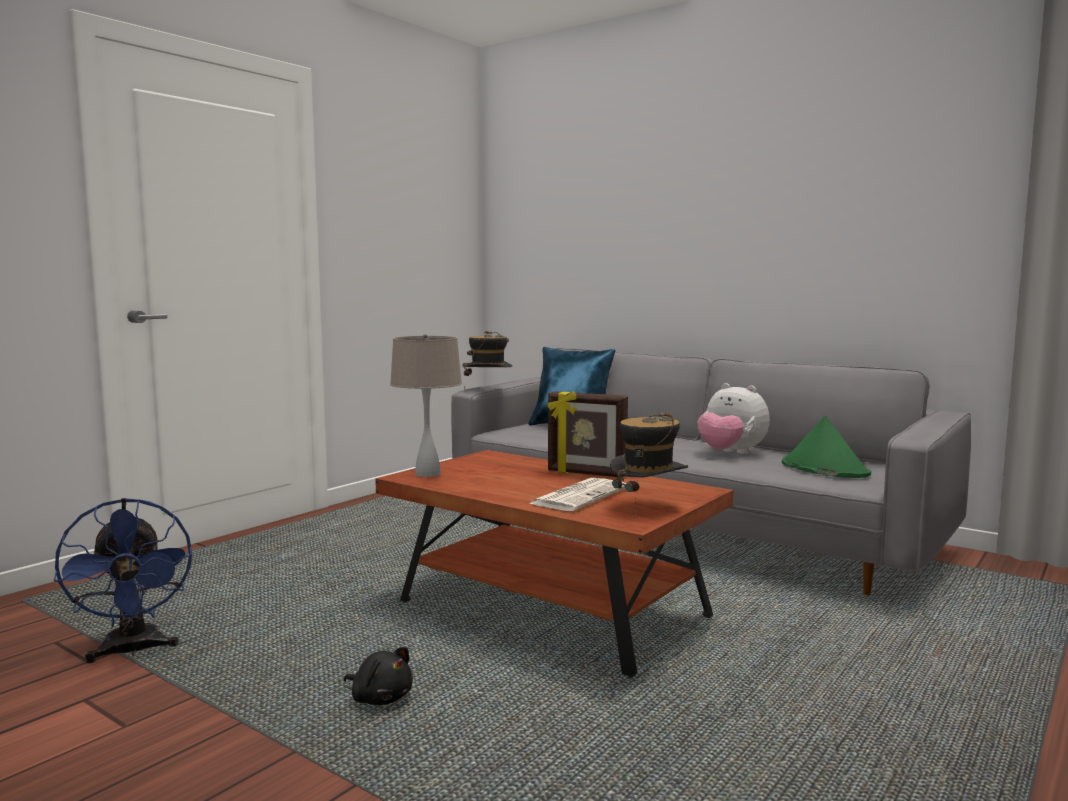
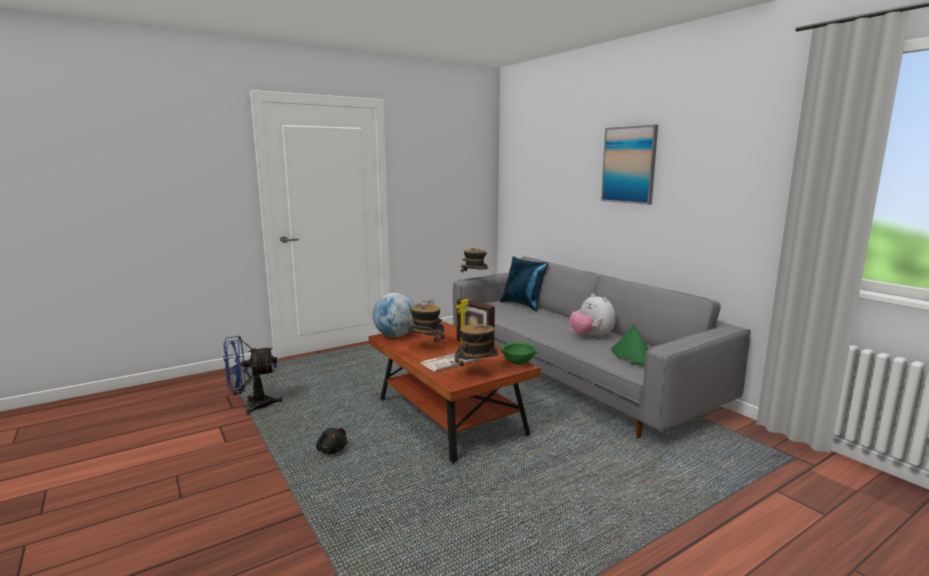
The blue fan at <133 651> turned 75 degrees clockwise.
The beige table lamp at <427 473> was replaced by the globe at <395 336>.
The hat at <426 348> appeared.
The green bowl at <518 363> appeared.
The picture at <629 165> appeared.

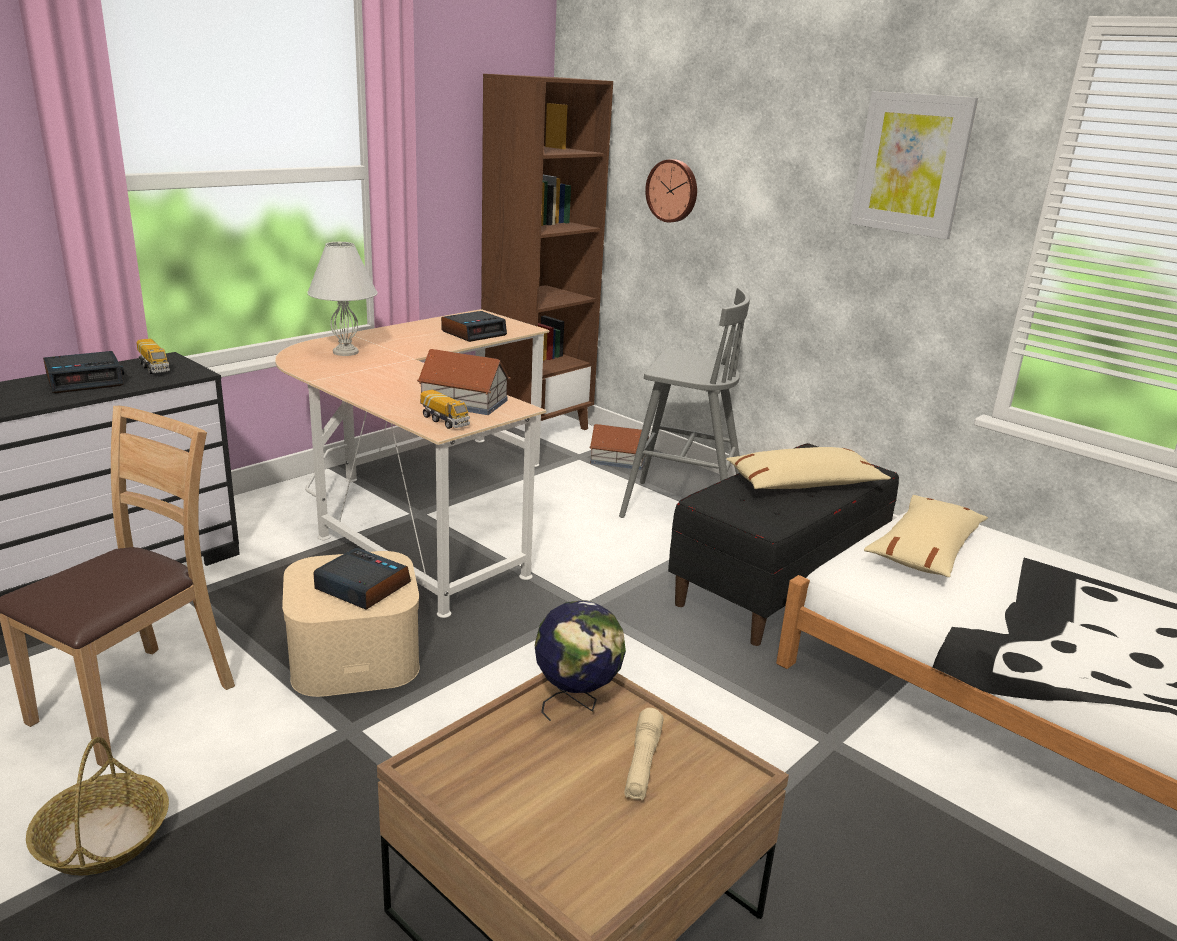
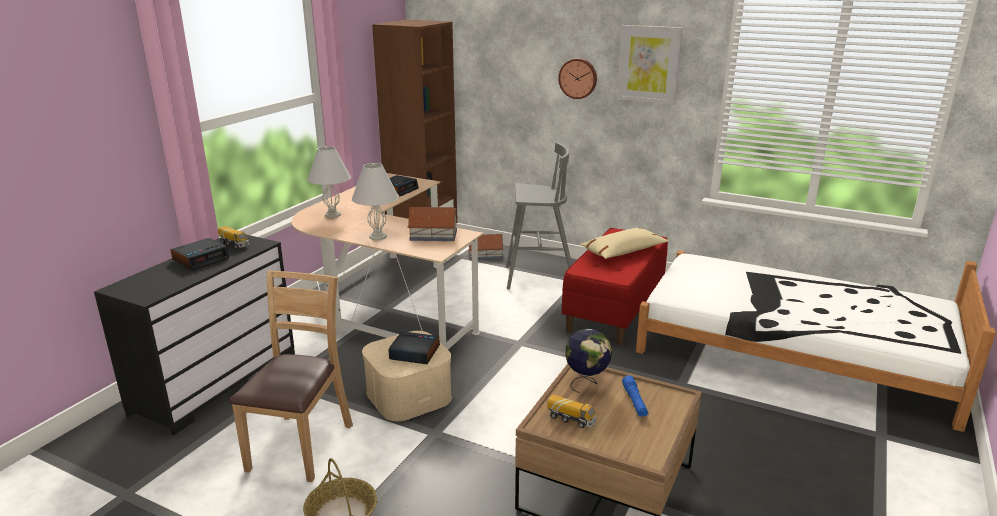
The white table lamp at <377 237> appeared.
The toy truck moved from <445 421> to <571 419>.
The wall clock moved from <673 191> to <578 78>.
The black bench at <778 585> became the red bench at <615 311>.
The beige flashlight at <642 763> became the blue flashlight at <634 401>.
The beige pillow at <925 549> disappeared.

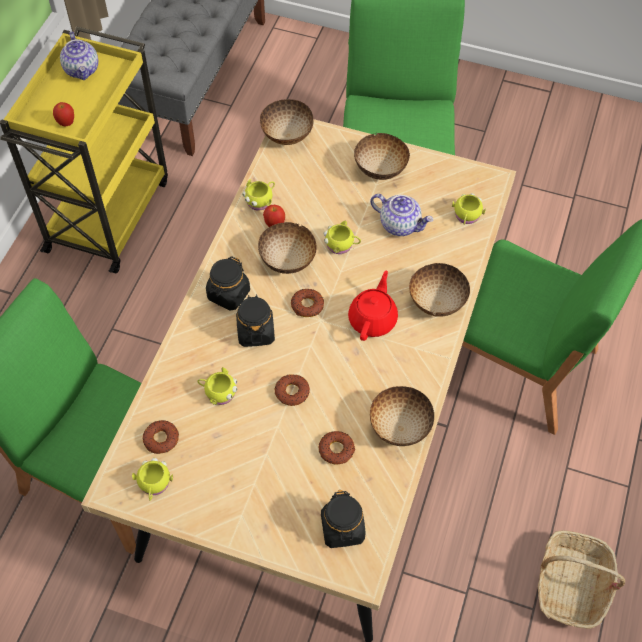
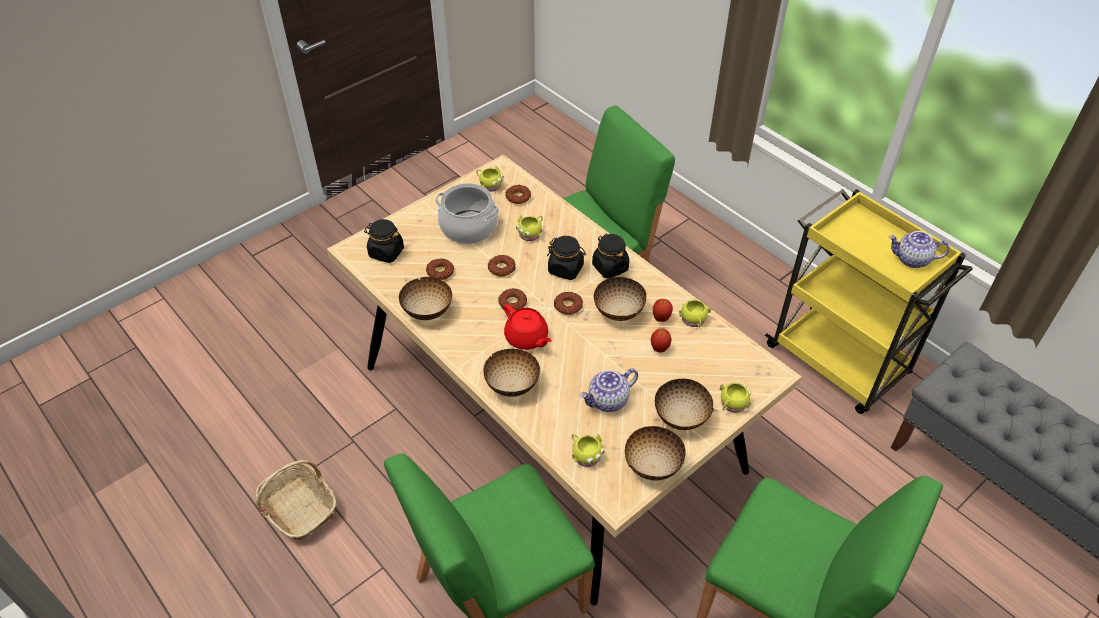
The cooking pot at <469 227> appeared.
The donut at <512 303> appeared.
The bowl moved from <286 136> to <652 465>.
The apple moved from <66 123> to <659 349>.
The yellow mug moved from <341 245> to <732 404>.

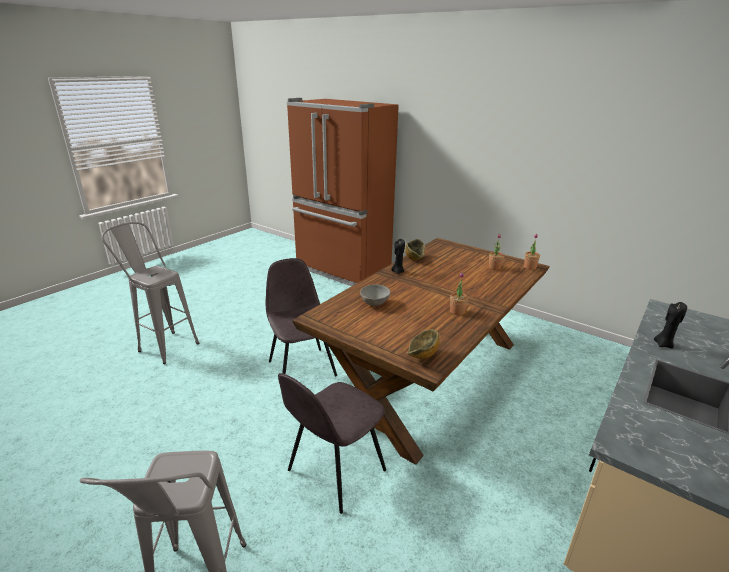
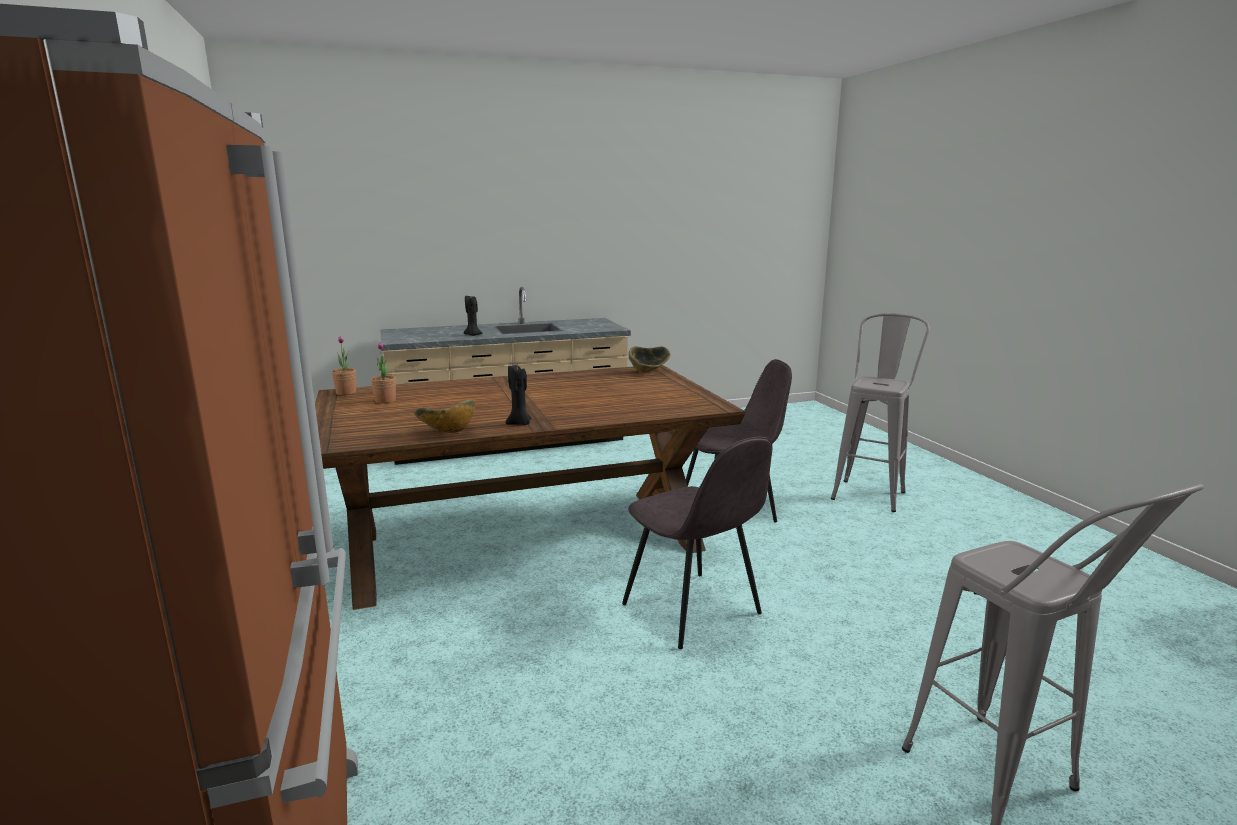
The grey chair at <301 367> turned 45 degrees counterclockwise.
The grey bowl at <375 303> disappeared.
The potted plant at <457 312> disappeared.

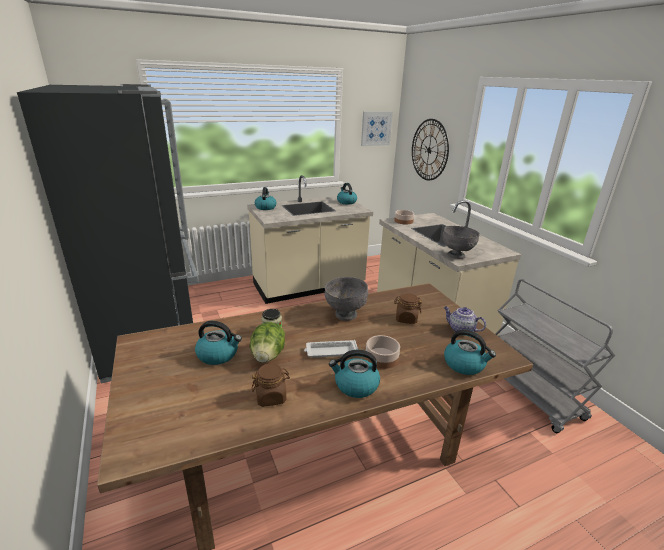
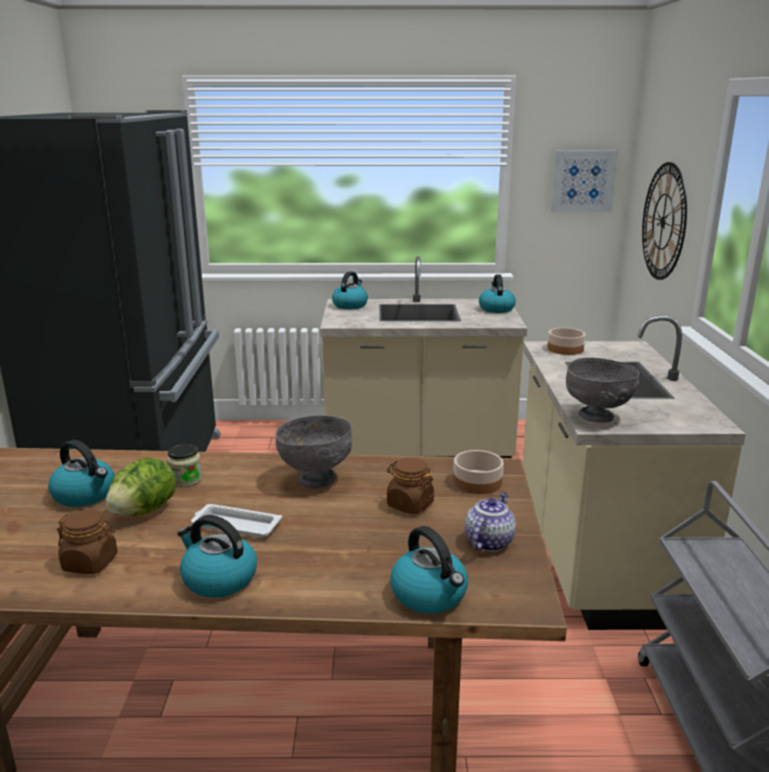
The bowl moved from <382 357> to <478 482>.
The teapot at <460 329> turned 60 degrees clockwise.

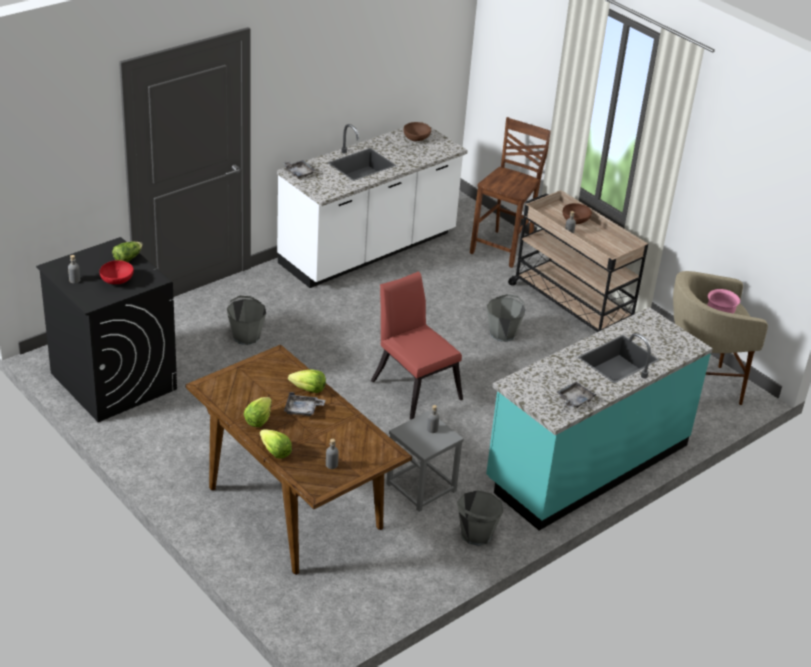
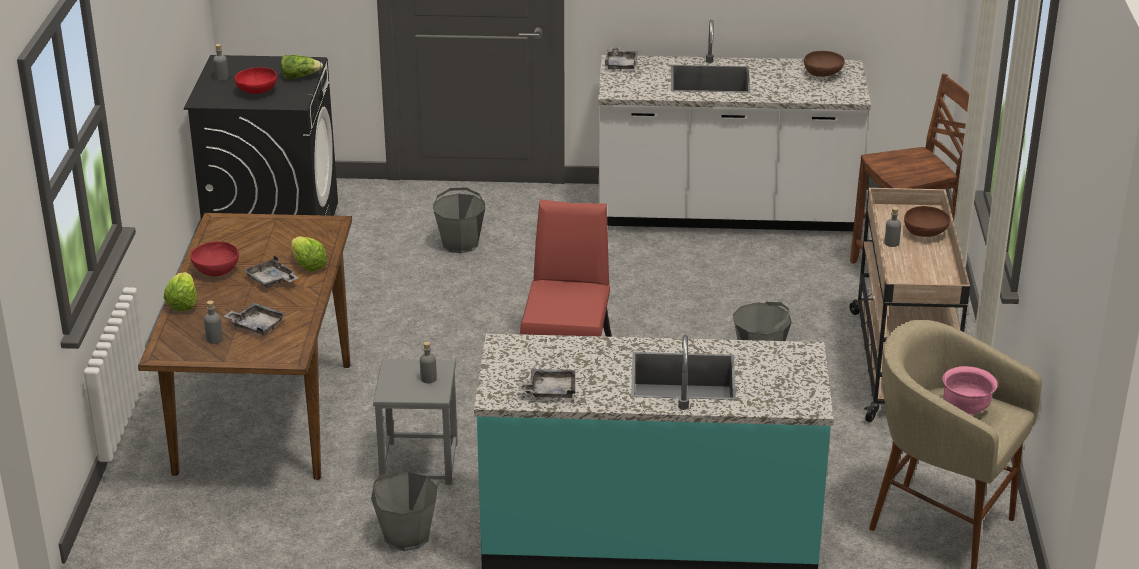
The lettuce at <258 420> was replaced by the red bowl at <216 270>.
The grey tray at <256 325> appeared.

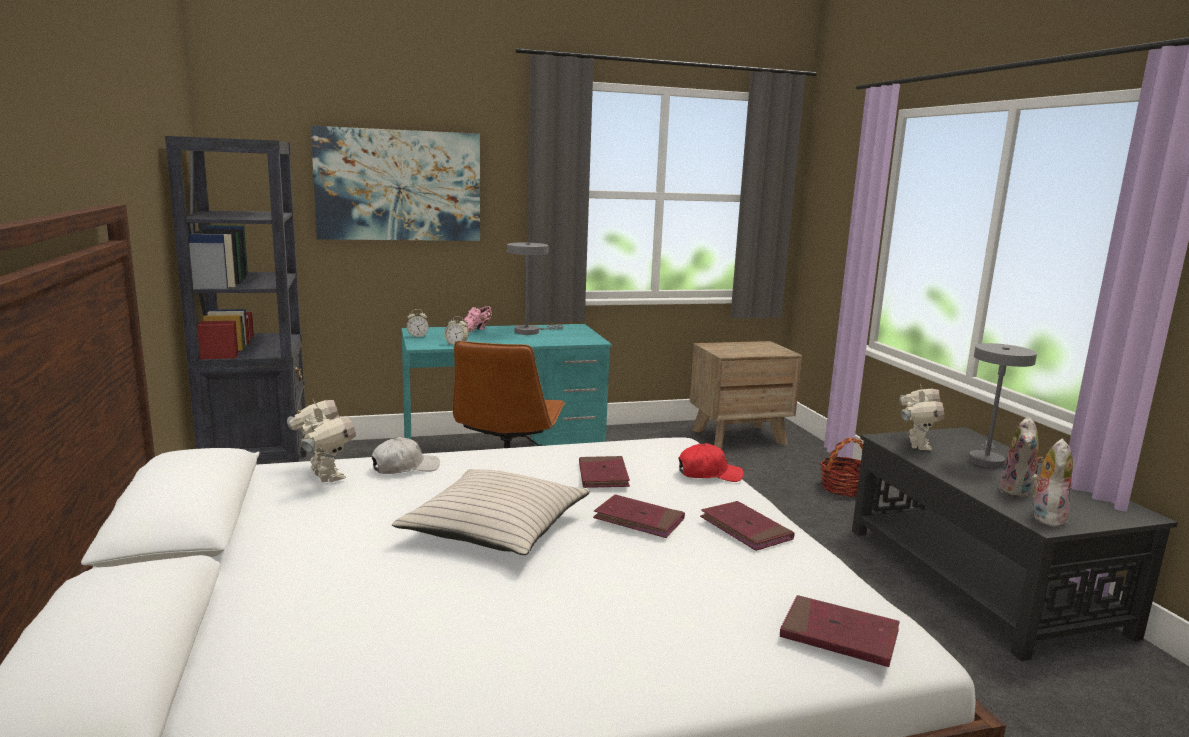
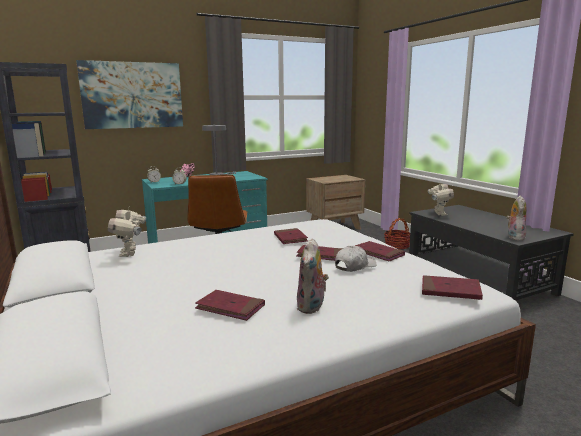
The toy robot at <324 476> turned 150 degrees counterclockwise.
The red book at <230 308> appeared.
The plush toy moved from <1017 492> to <312 307>.
The white cap moved from <405 468> to <354 266>.
The beige pillow at <495 527> disappeared.
The red cap at <709 474> disappeared.
The grey table lamp at <985 460> disappeared.

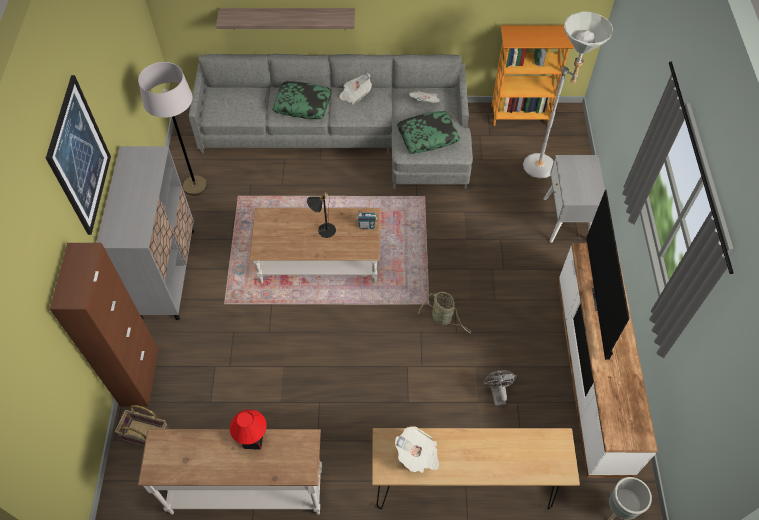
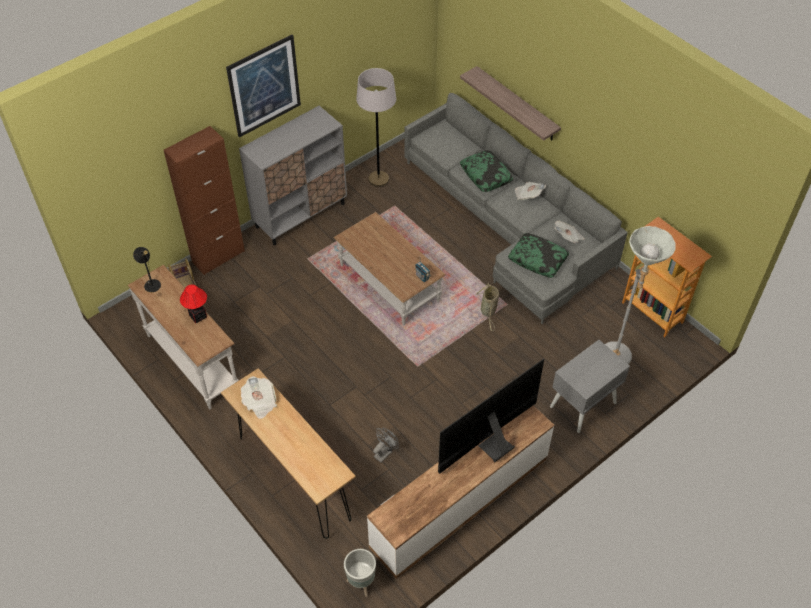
The black table lamp moved from <323 229> to <151 283>.
The basket moved from <443 318> to <488 311>.

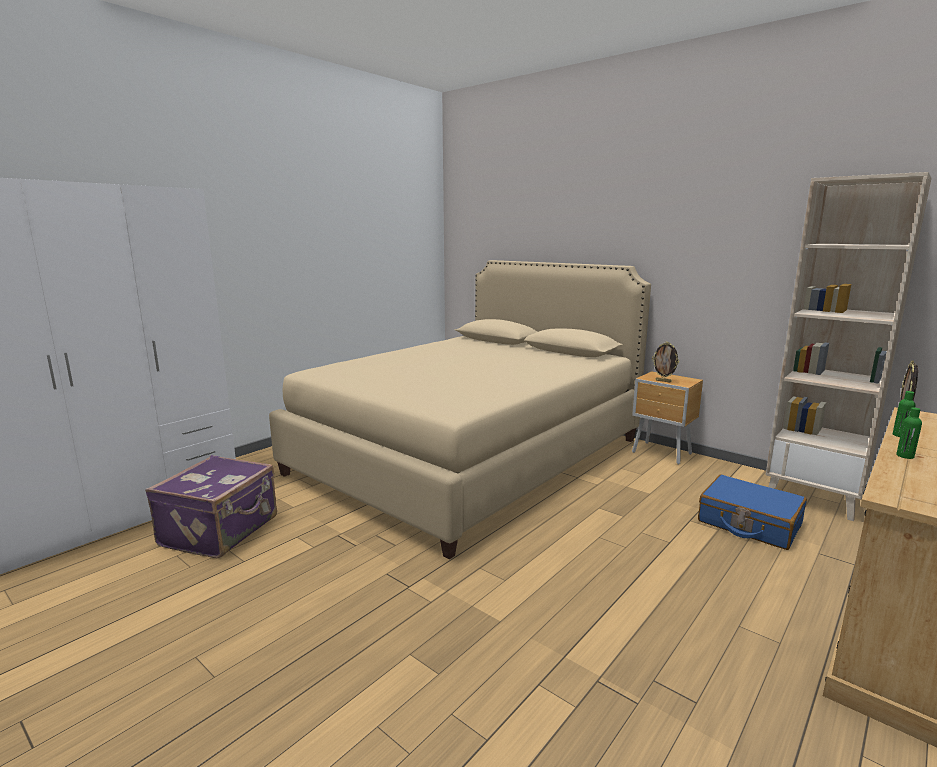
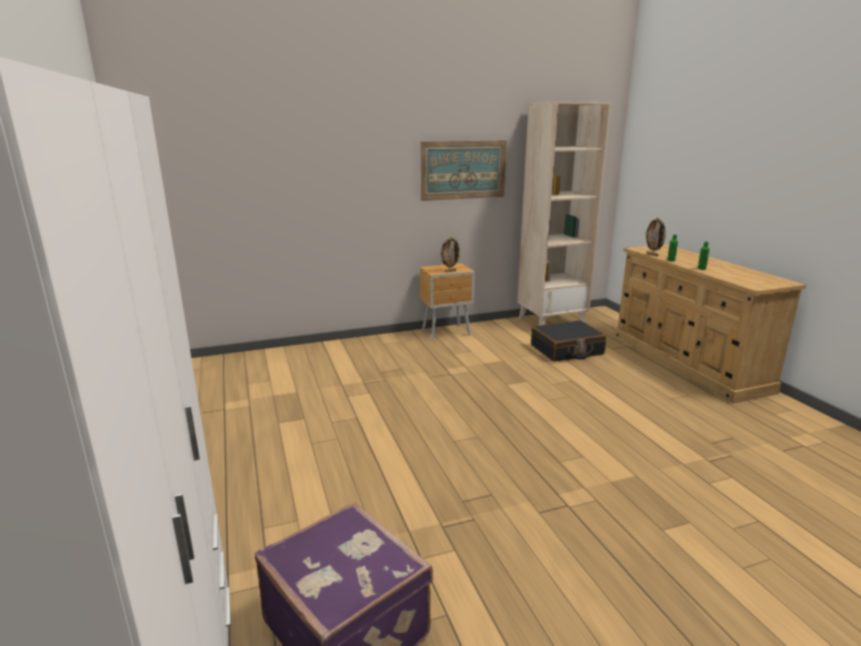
The picture at <463 170> appeared.
The blue suitcase at <749 523> became the black suitcase at <567 350>.
The beige bed at <470 456> disappeared.

